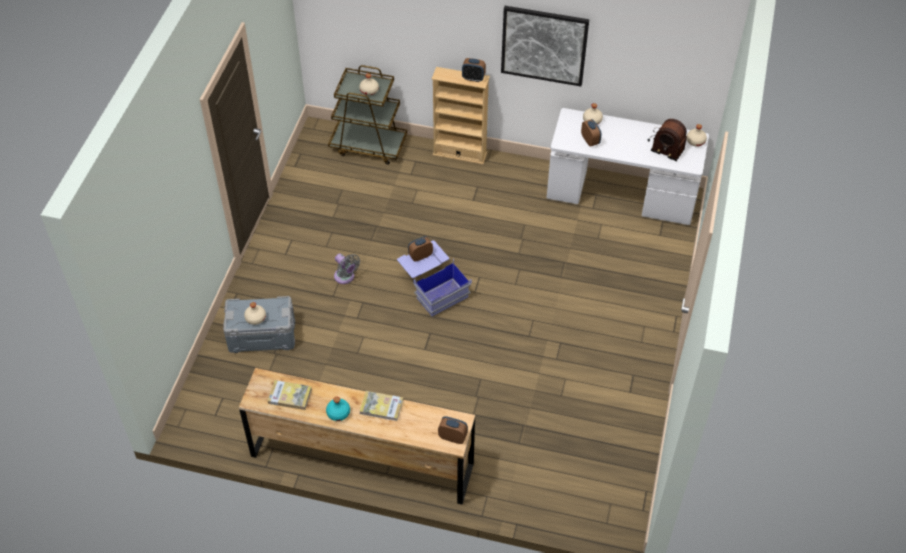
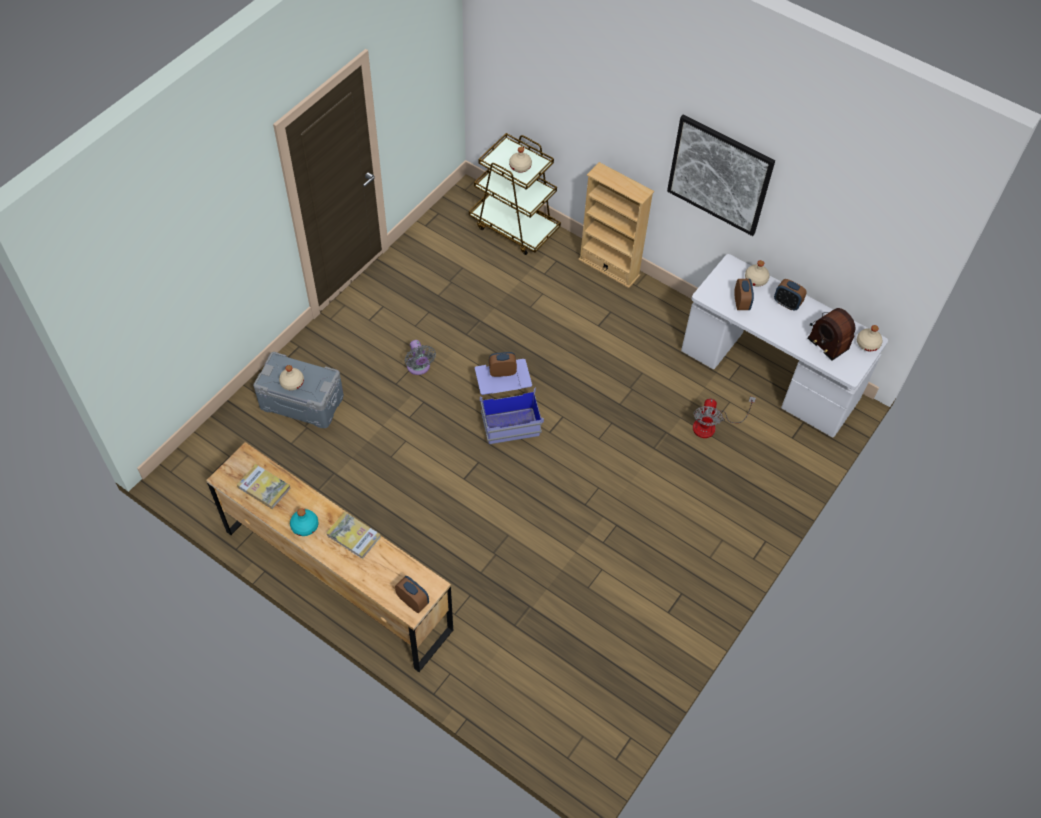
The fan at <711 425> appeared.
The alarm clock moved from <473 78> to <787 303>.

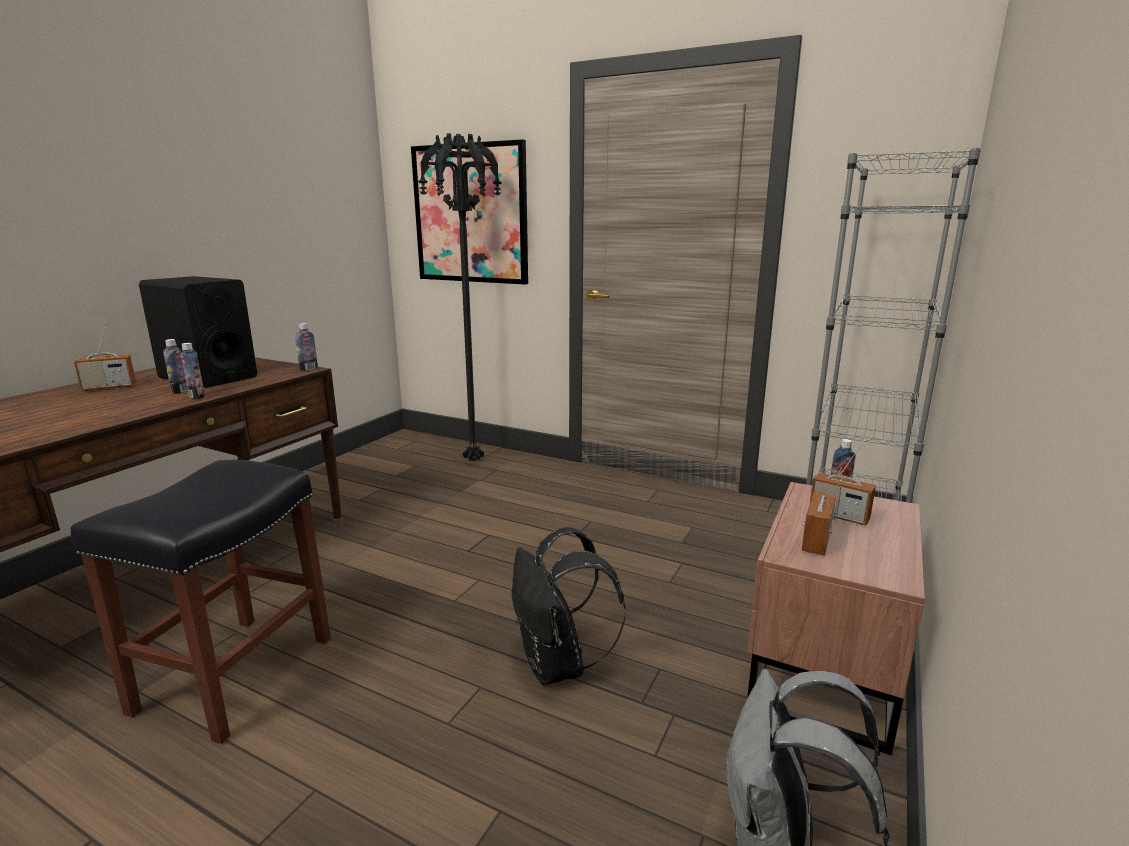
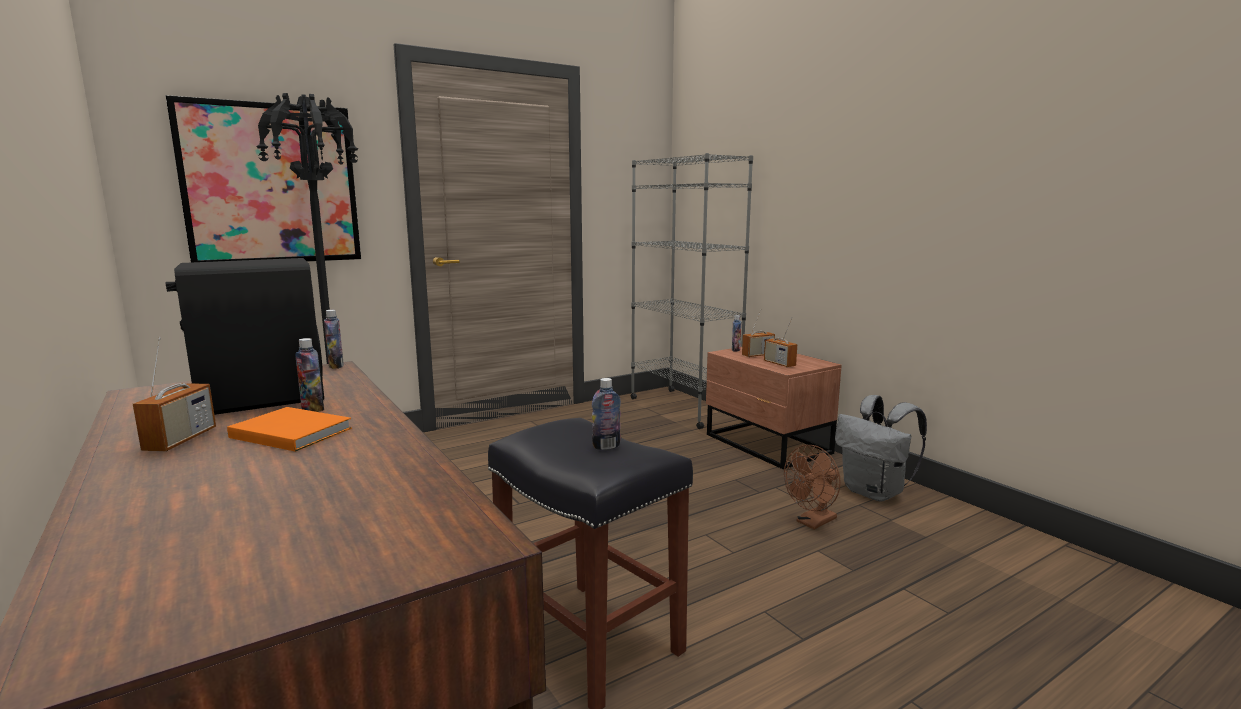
The orange book at <290 432> appeared.
The bottle moved from <196 396> to <606 446>.
The brown fan at <813 523> appeared.
The black backpack at <558 665> disappeared.

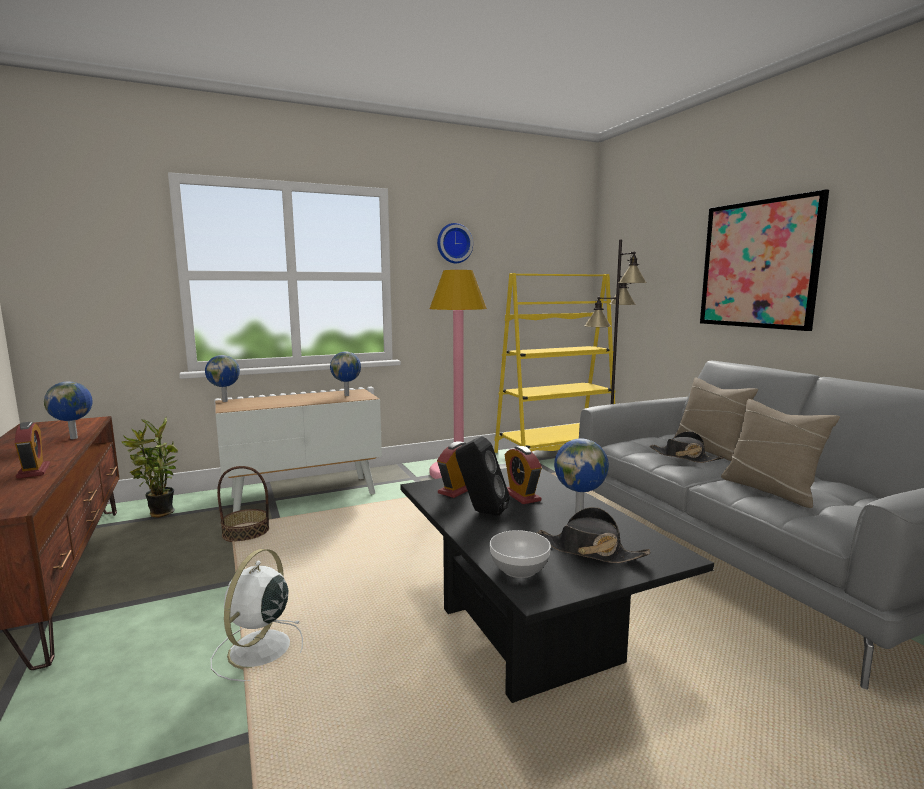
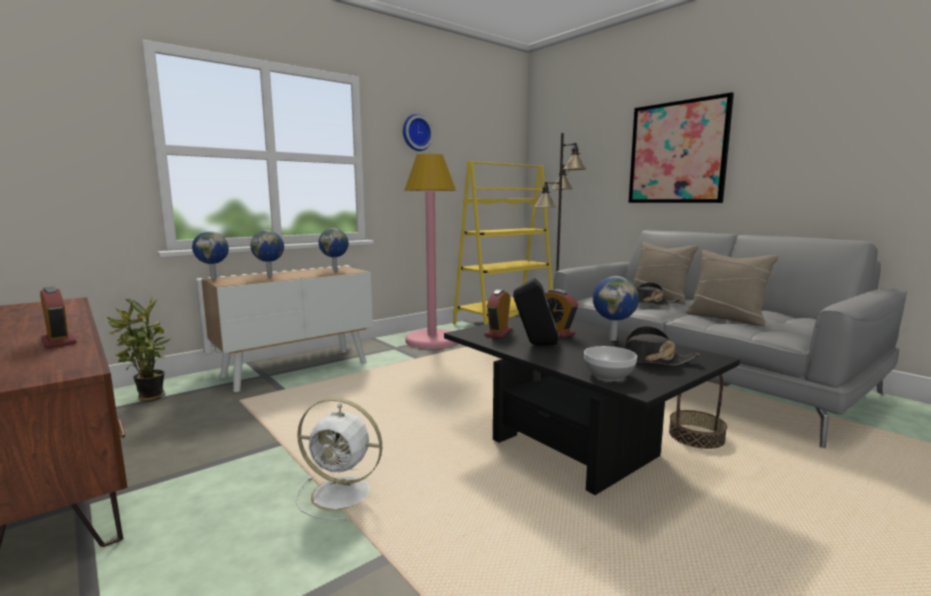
The globe moved from <75 438> to <270 276>.
The white fan at <258 651> turned 75 degrees counterclockwise.
The basket moved from <246 532> to <696 437>.

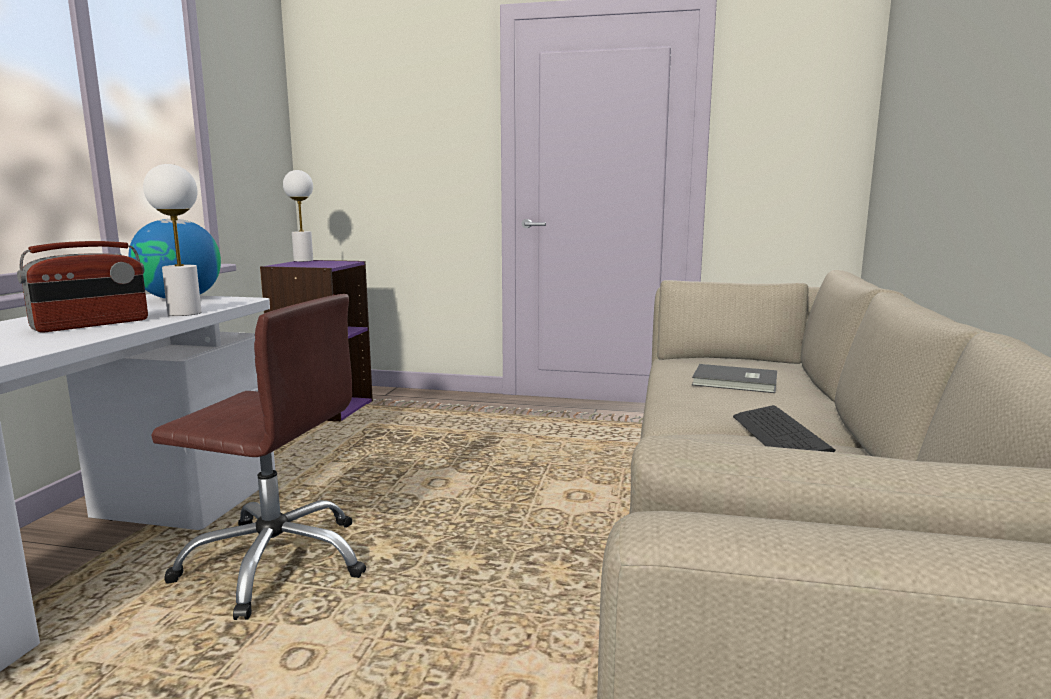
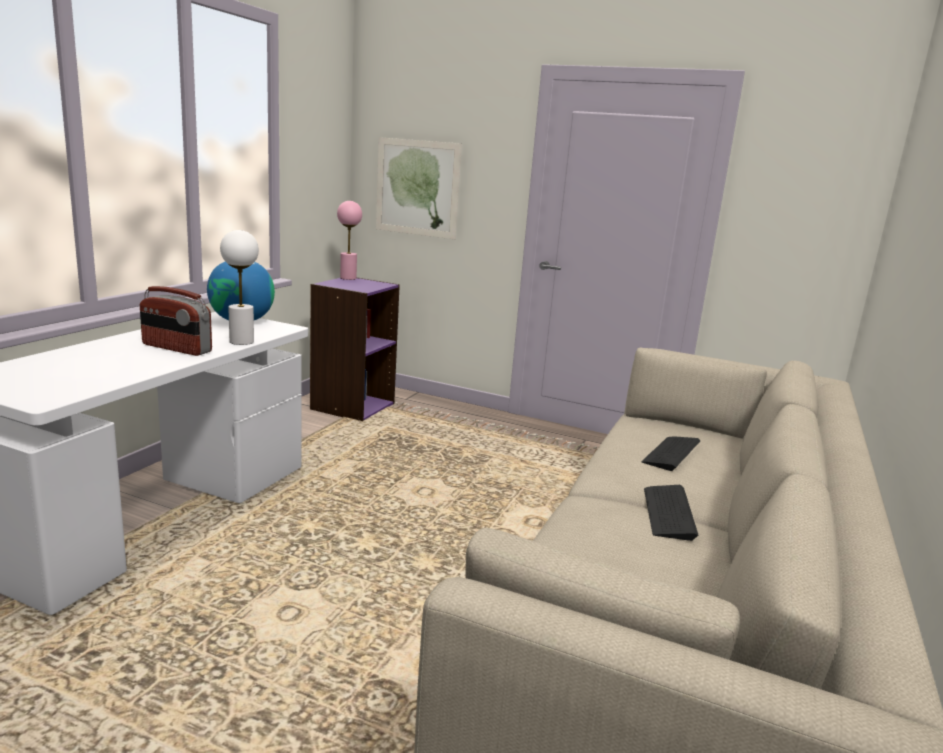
The radio at <92 325> turned 60 degrees clockwise.
The white table lamp at <303 260> became the pink table lamp at <348 278>.
The picture at <417 188> appeared.
The grey book at <736 382> was replaced by the keyboard at <671 453>.
The brown office chair at <276 562> disappeared.

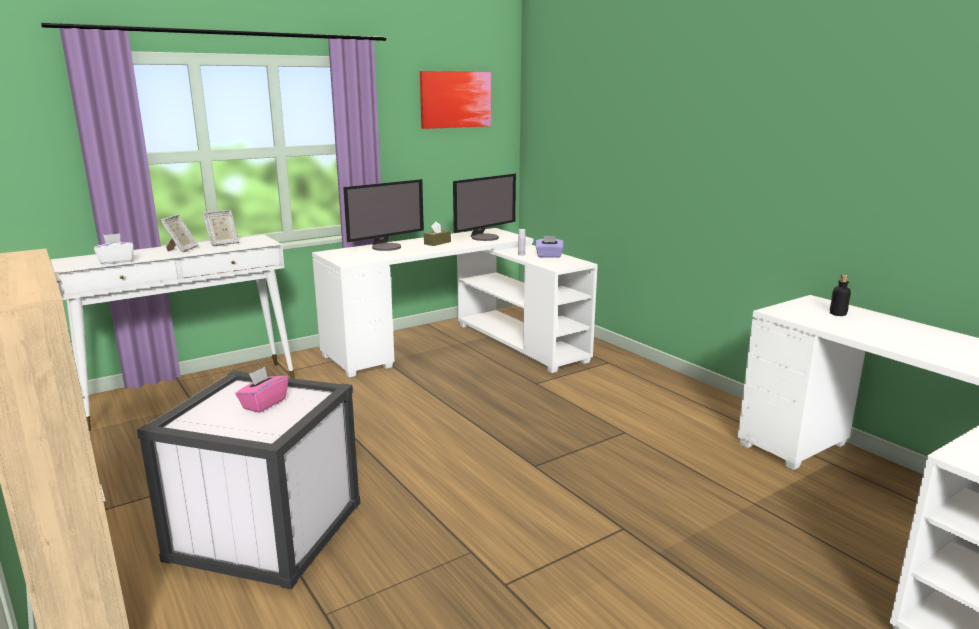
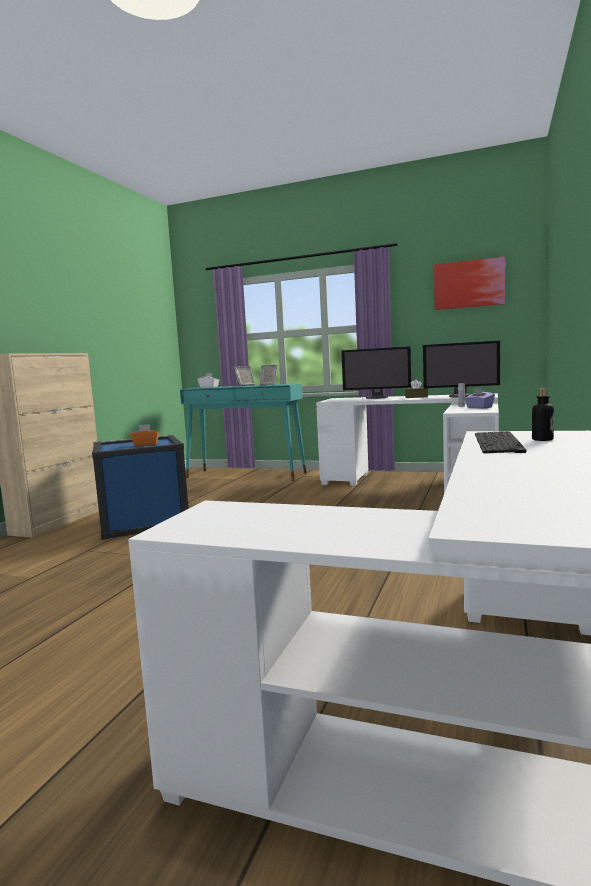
The white storage box at <266 530> became the blue storage box at <144 522>.
The pink tissue box at <264 404> became the orange tissue box at <145 445>.
The white console table at <193 394> became the turquoise console table at <246 475>.
The keyboard at <500 442> appeared.

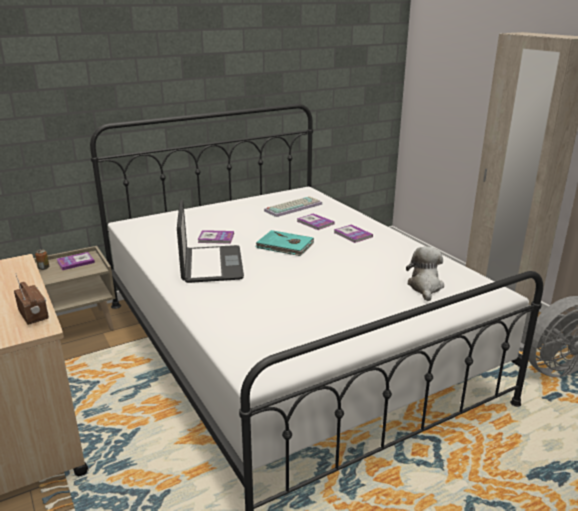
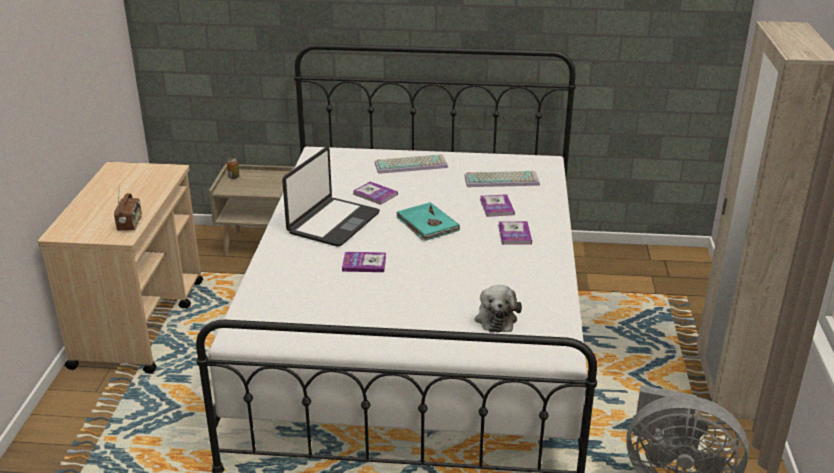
The book moved from <75 262> to <364 263>.
The keyboard at <411 164> appeared.
The plush toy at <425 287> turned 135 degrees clockwise.

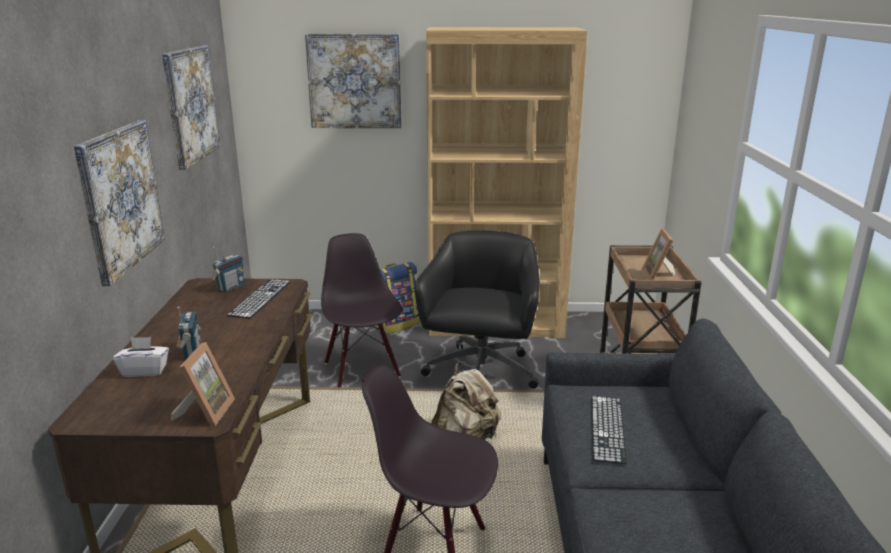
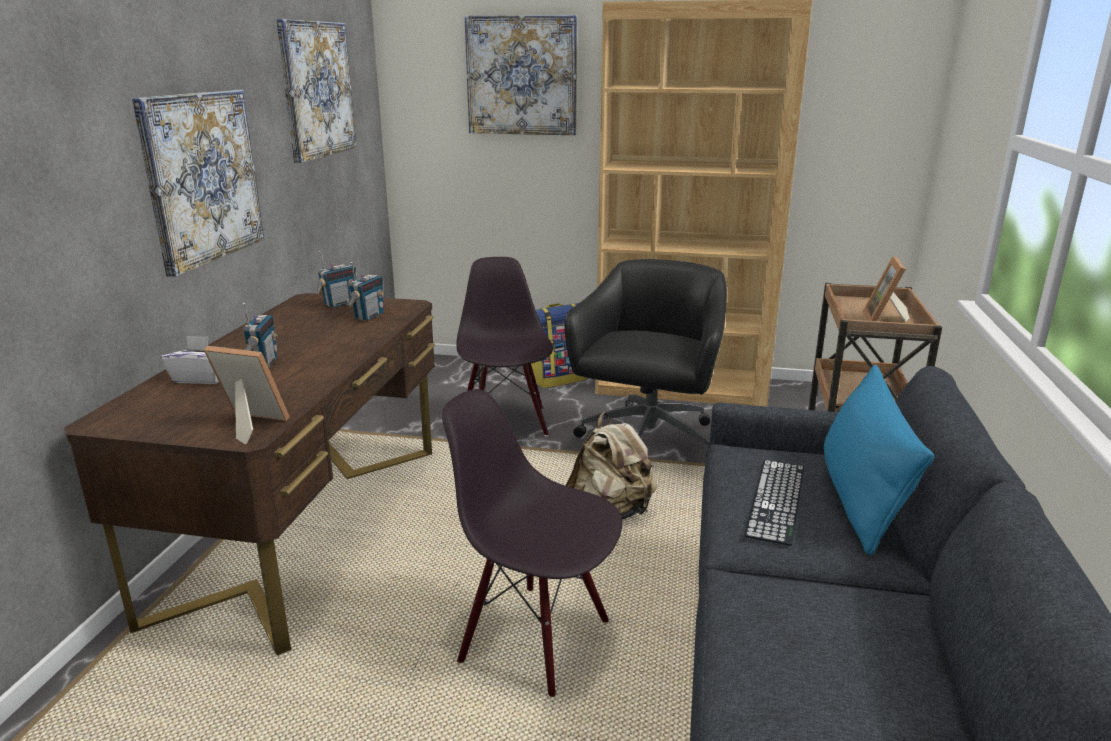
The picture frame at <205 412> turned 90 degrees counterclockwise.
The keyboard at <260 298> was replaced by the radio at <368 316>.
The blue pillow at <860 497> appeared.

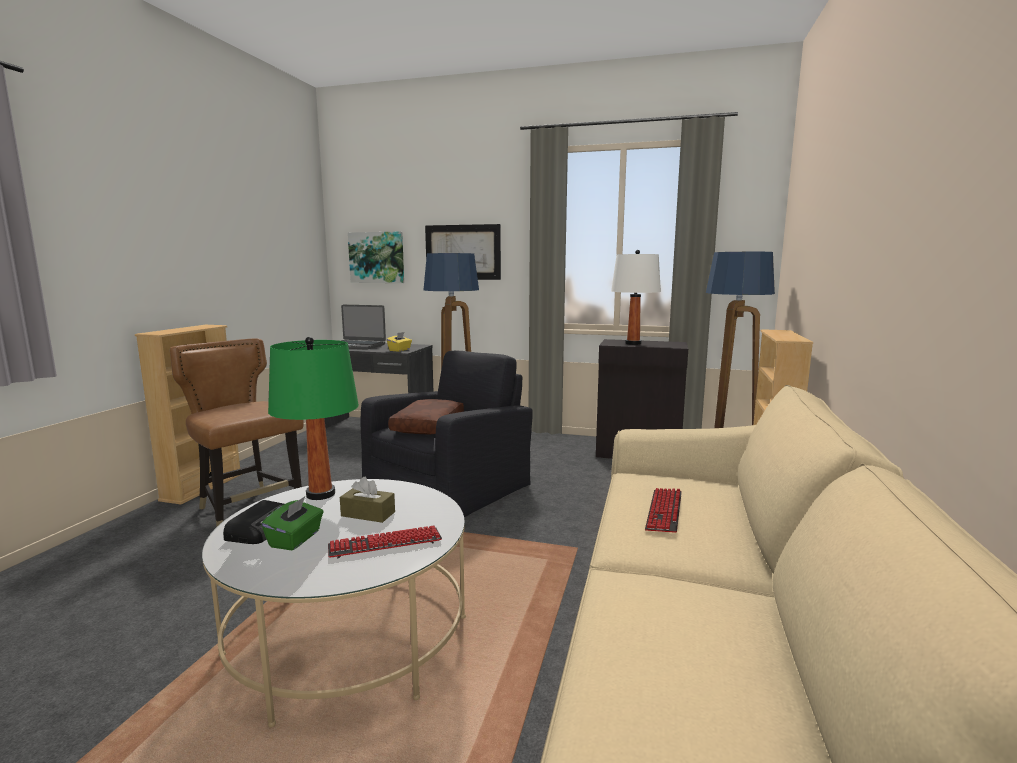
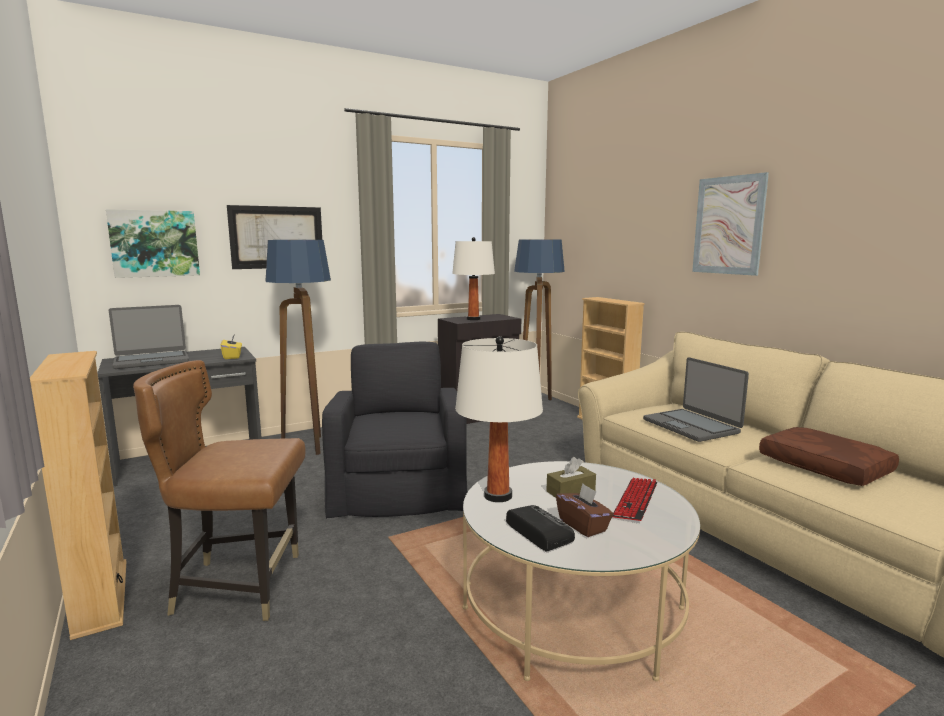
The green table lamp at <320 494> became the white table lamp at <498 496>.
The green tissue box at <295 539> became the brown tissue box at <583 525>.
The keyboard at <664 511> was replaced by the laptop at <691 426>.
The picture at <728 225> appeared.
The brown pillow moved from <427 426> to <822 467>.

